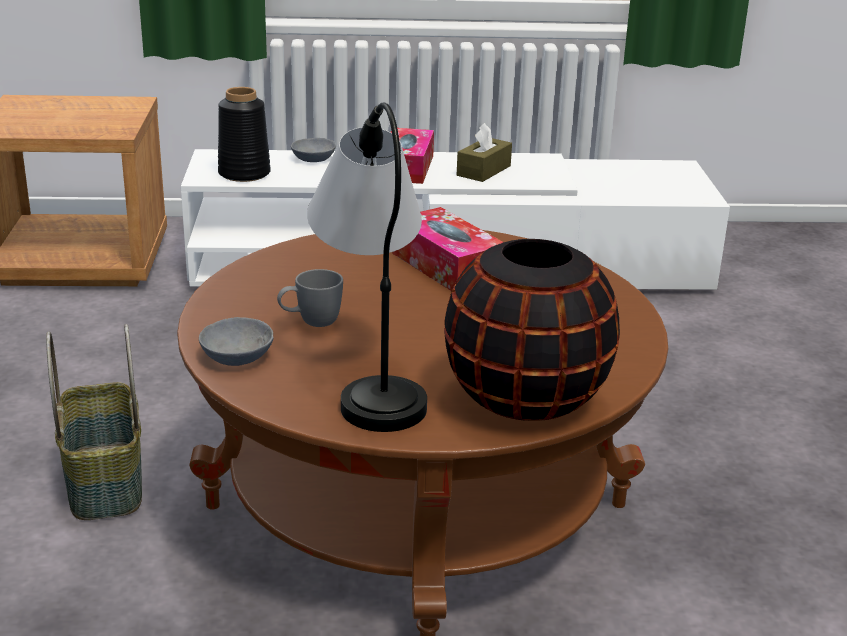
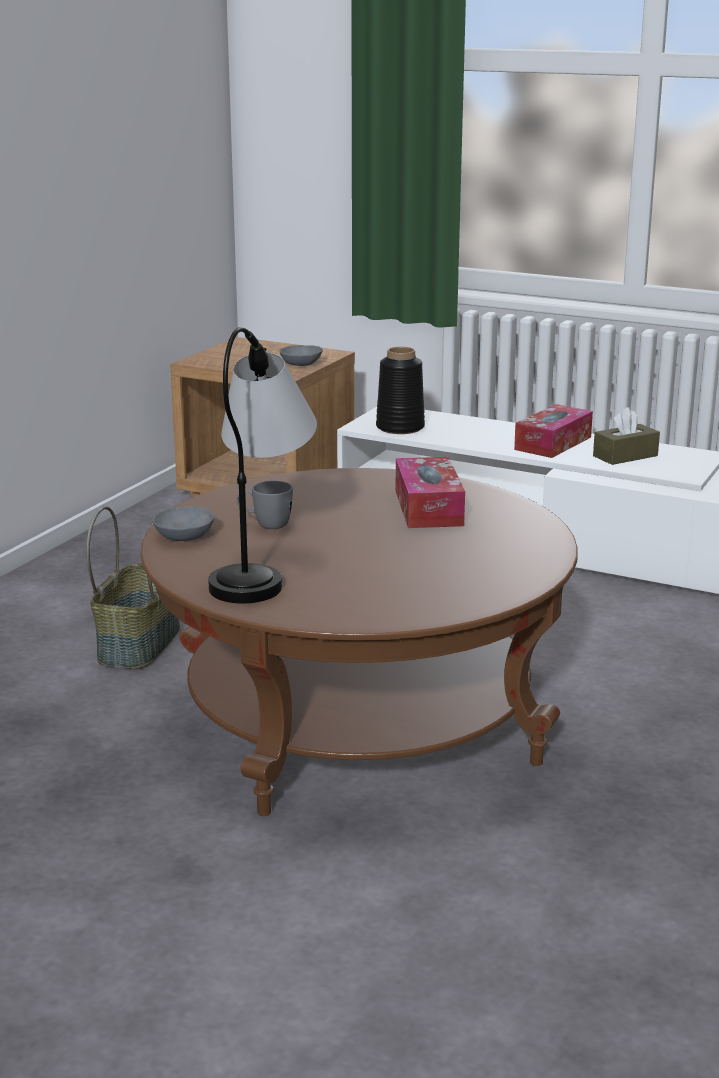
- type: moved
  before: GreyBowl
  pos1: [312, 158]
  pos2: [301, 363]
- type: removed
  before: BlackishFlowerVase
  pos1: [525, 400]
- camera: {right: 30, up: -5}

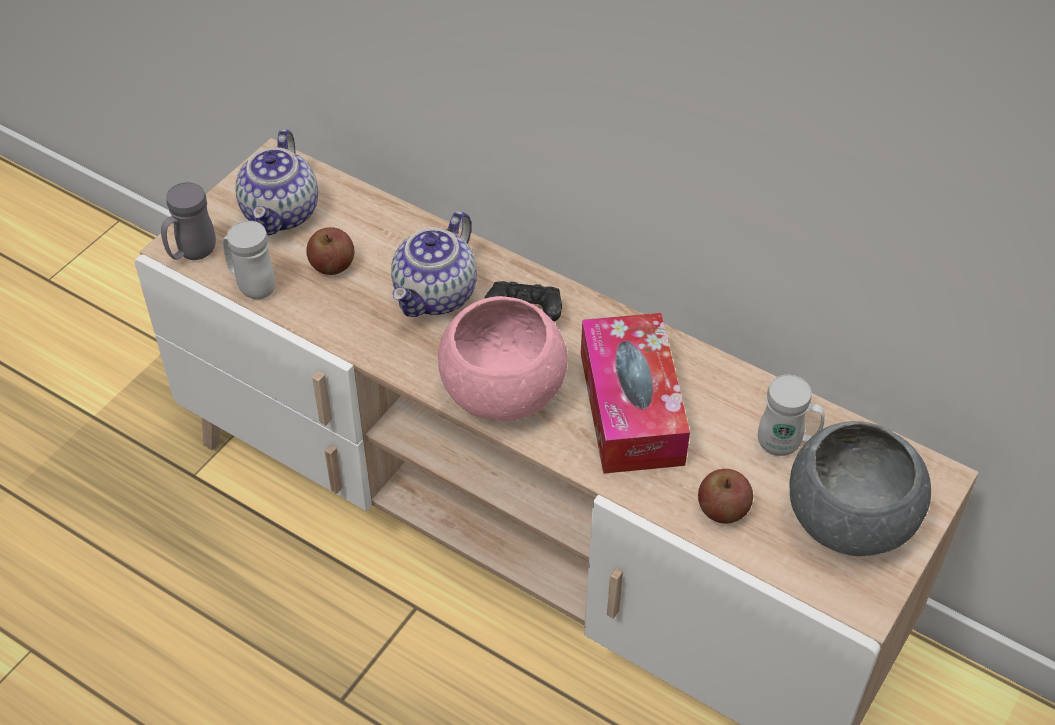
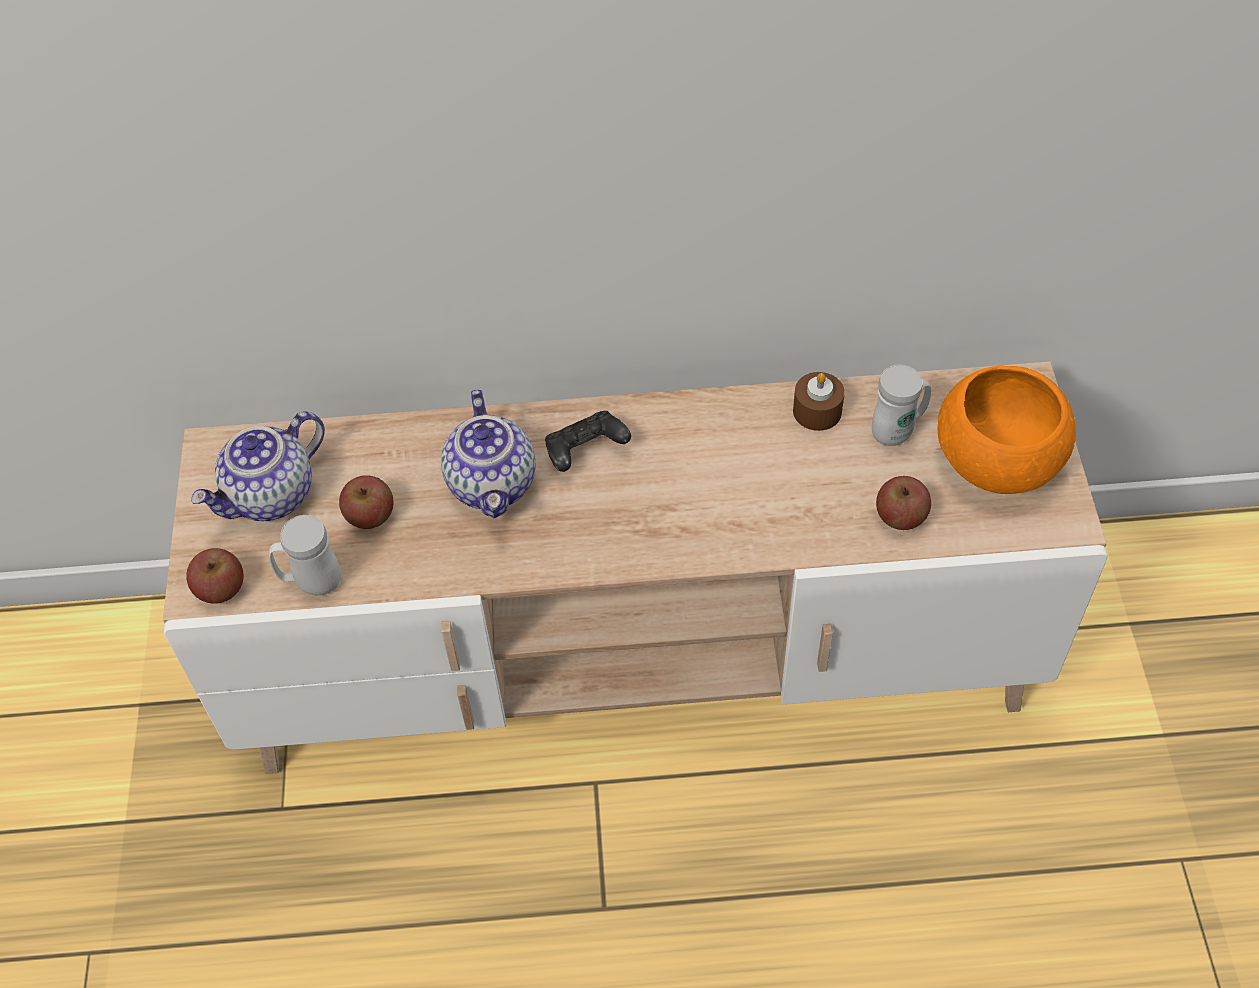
- type: replaced
  before: GreyTeaMug
  after: WholeApple
  pos1: [192, 254]
  pos2: [221, 588]
- type: turned
  before: PotForTea
  pos1: [282, 213]
  pos2: [271, 495]
  turn: 75
- type: added
  after: BrownWaxLight
  pos2: [817, 411]
- type: recoloured
  before: GreyBowl
  after: OrangeColouredBowl
  pos1: [848, 519]
  pos2: [996, 461]
- type: removed
  before: PinkishBowl
  pos1: [502, 390]
- type: removed
  before: TissueHolder
  pos1: [631, 408]
- camera: {right: -35, up: 5}

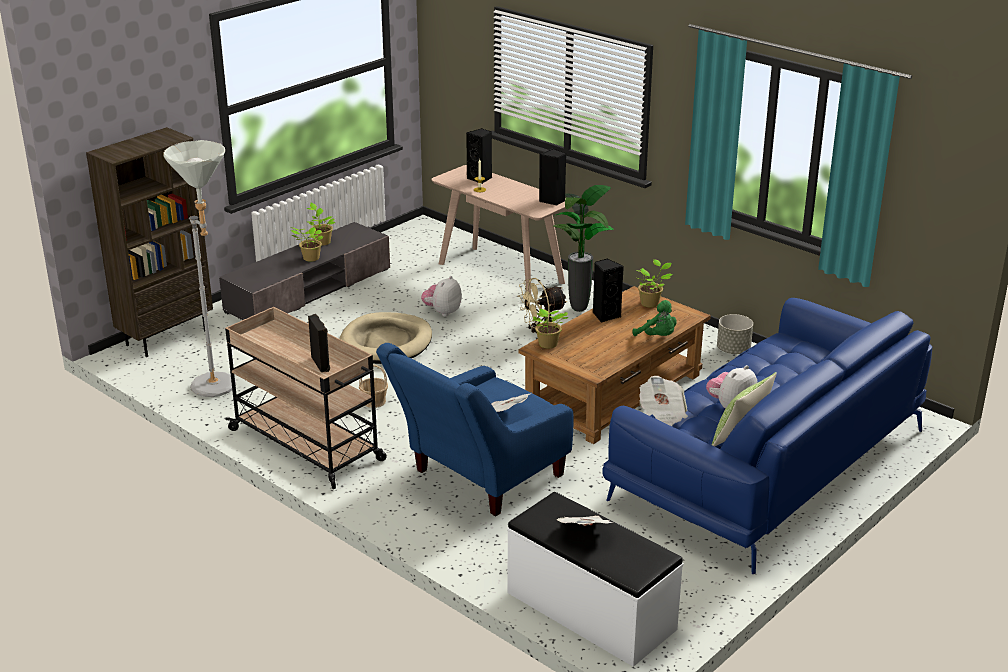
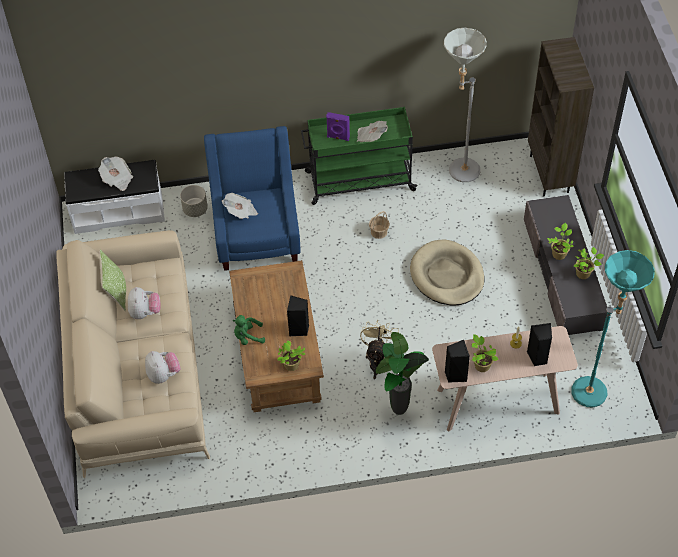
- type: recoloured
  before: BlueColouredSofa
  after: BeigeSofa
  pos1: [767, 465]
  pos2: [137, 368]
- type: moved
  before: PlushToy
  pos1: [442, 312]
  pos2: [163, 375]
- type: moved
  before: GreyPlantPot
  pos1: [733, 350]
  pos2: [195, 210]
- type: recoloured
  before: BeigeTrolley
  after: GreenishTrolley
  pos1: [307, 446]
  pos2: [358, 181]
- type: recoloured
  before: BlackishSpeaker
  after: PurpleSpeaker
  pos1: [321, 363]
  pos2: [338, 137]
- type: moved
  before: Newspaper
  pos1: [662, 414]
  pos2: [371, 137]
- type: moved
  before: PlantInAPot
  pos1: [547, 345]
  pos2: [481, 365]
- type: added
  after: BlueGreenFloorLamp
  pos2: [595, 389]
- camera: {right: 130, up: 25}

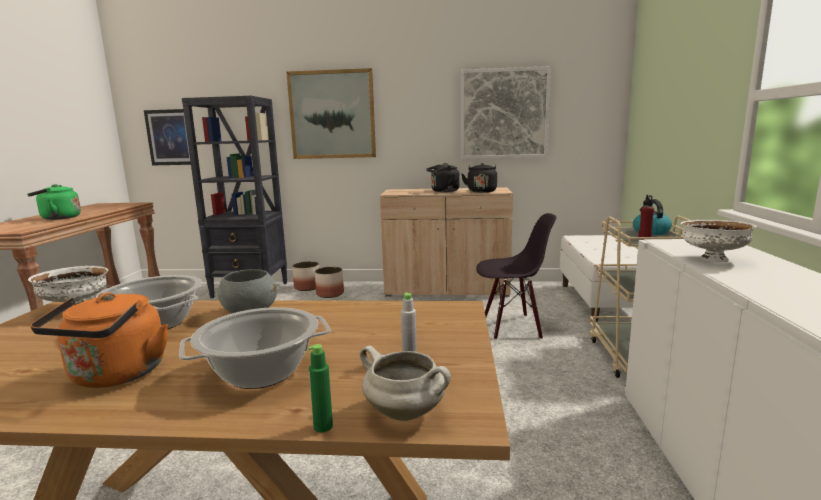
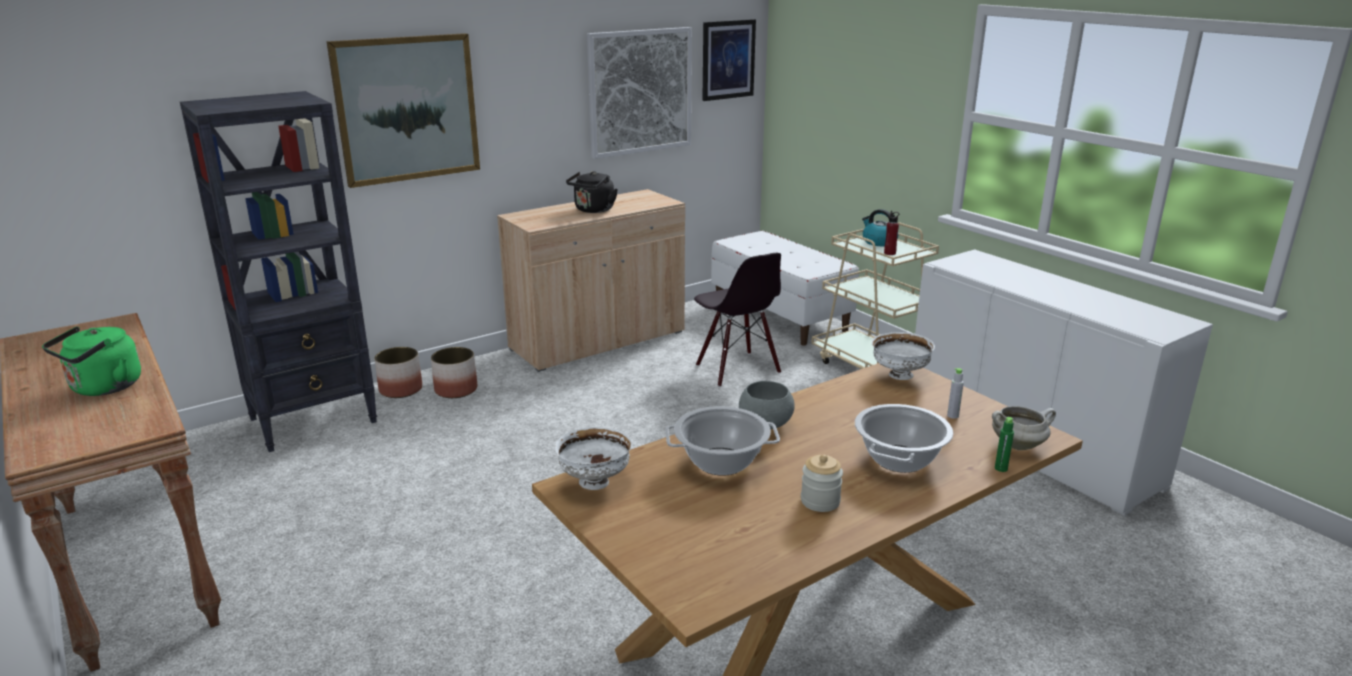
- type: turned
  before: BlackishPlainChair
  pos1: [511, 327]
  pos2: [737, 369]
  turn: 105
- type: moved
  before: WallPicture
  pos1: [170, 137]
  pos2: [728, 59]
- type: replaced
  before: OrangeColouredWaterKettle
  after: StorageJar
  pos1: [115, 376]
  pos2: [820, 501]
- type: moved
  before: WhiteBowl
  pos1: [712, 259]
  pos2: [899, 375]
- type: removed
  before: BlackishWaterKettle
  pos1: [481, 191]
- camera: {right: -40, up: 10}

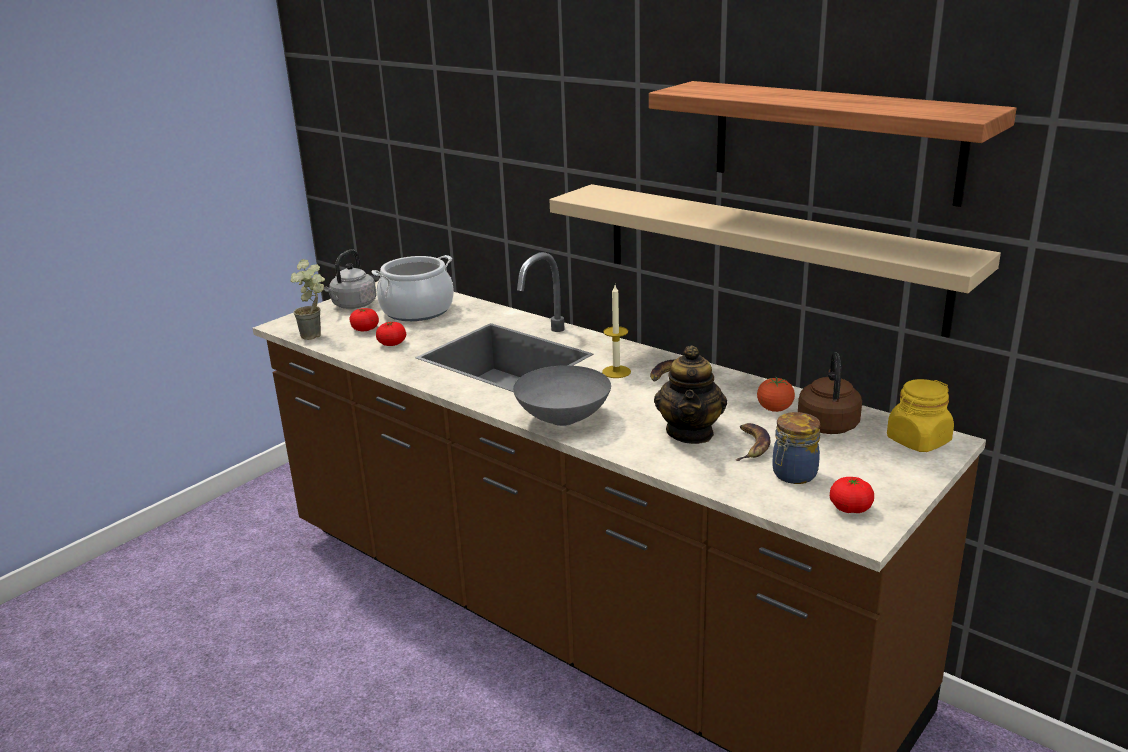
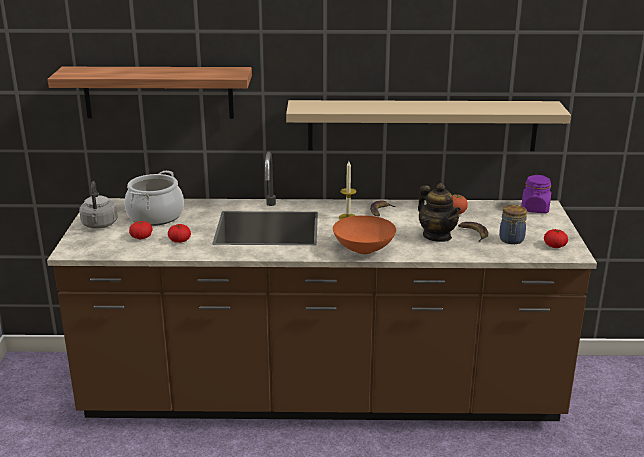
- type: moved
  before: WallShelf
  pos1: [834, 140]
  pos2: [158, 92]
- type: recoloured
  before: GreyBowl
  after: OrangeColouredBowl
  pos1: [562, 419]
  pos2: [364, 250]
- type: recoloured
  before: YellowStorageJar
  after: PurpleStorageJar
  pos1: [918, 441]
  pos2: [535, 209]
- type: removed
  before: PlantInAPot
  pos1: [317, 336]
- type: removed
  before: BrownWaterKettle
  pos1: [827, 423]
- camera: {right: -40, up: 0}

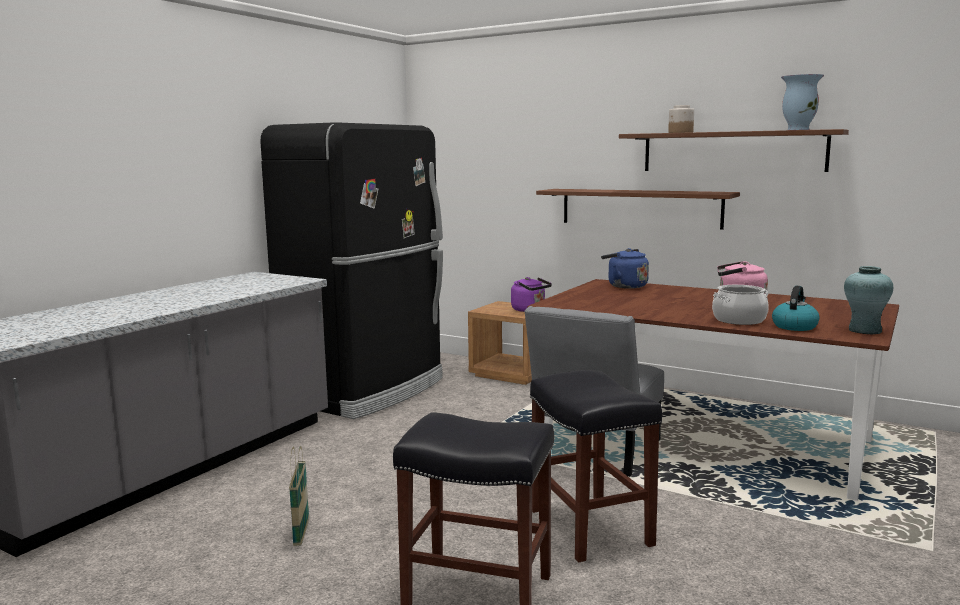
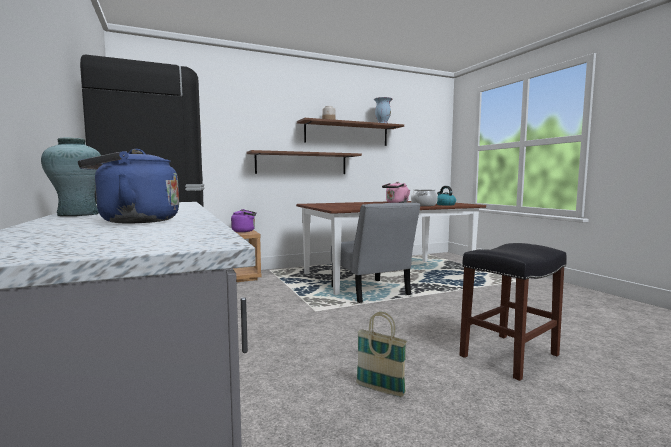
- type: moved
  before: BlueGreenFlowerVase
  pos1: [864, 330]
  pos2: [78, 214]
- type: moved
  before: BlueColouredWaterKettle
  pos1: [625, 286]
  pos2: [134, 221]
- type: removed
  before: BlackishStoolSeat
  pos1: [591, 528]
- camera: {right: -55, up: -5}

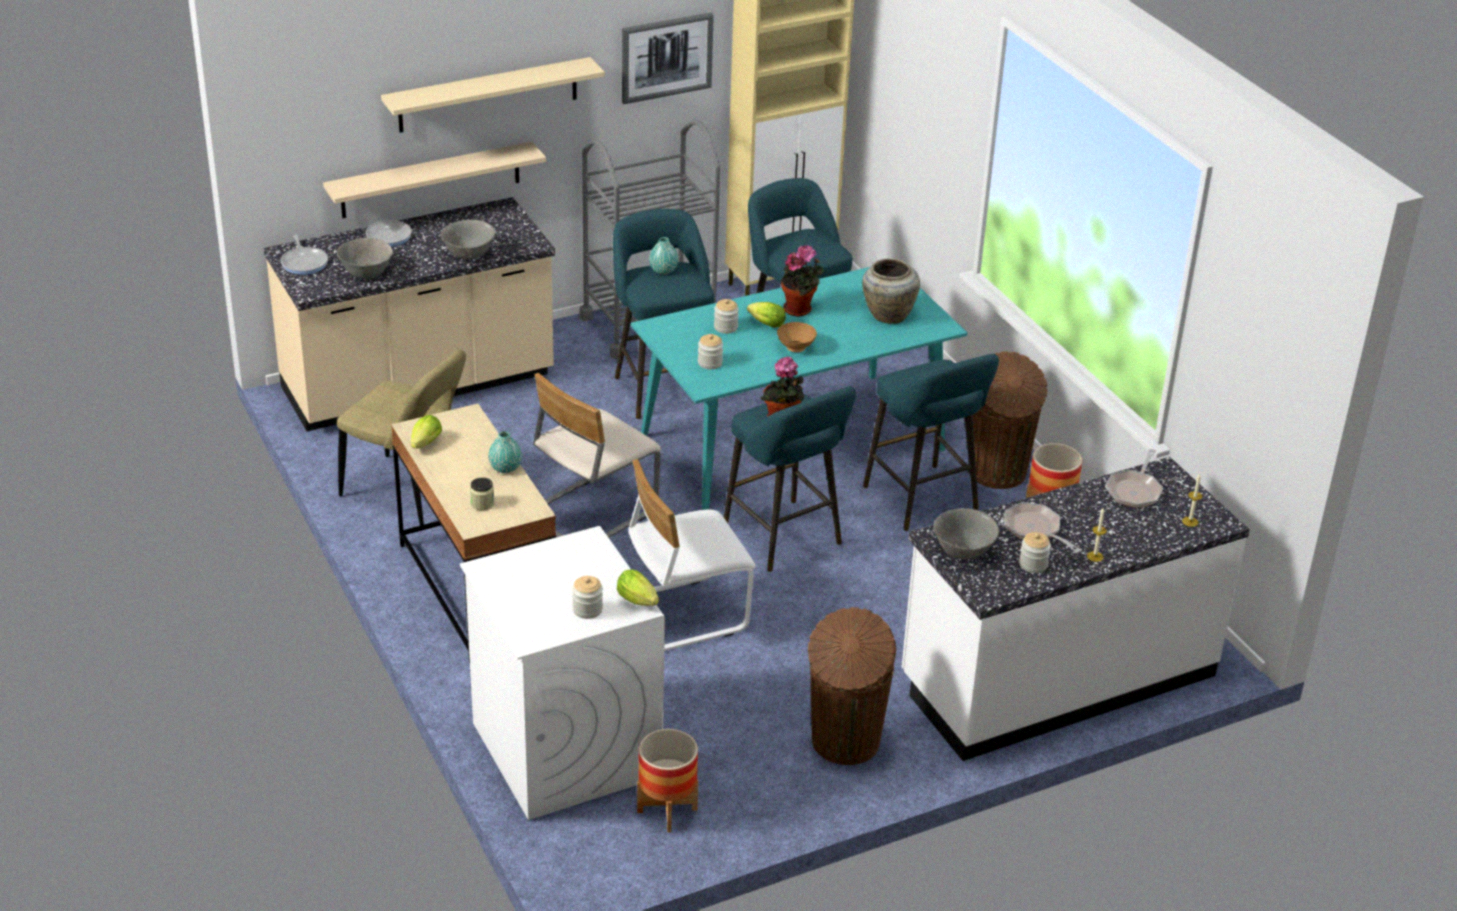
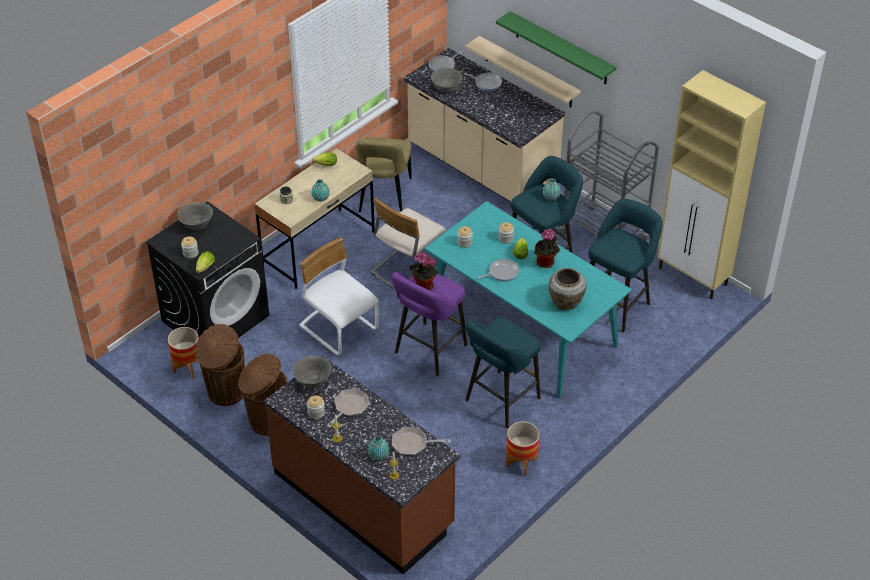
- type: recoloured
  before: WhiteLaundryAppliance
  after: BlackishLaundryAppliance
  pos1: [565, 749]
  pos2: [215, 318]
- type: moved
  before: GreyBowl
  pos1: [469, 255]
  pos2: [197, 225]
- type: moved
  before: BrownWasteBin
  pos1: [998, 473]
  pos2: [225, 392]
- type: recoloured
  before: WhiteCounter
  after: BrownCounter
  pos1: [1056, 678]
  pos2: [364, 499]
- type: added
  after: BlueGreenFlowerVase
  pos2: [378, 455]
- type: turned
  before: BeigePlainChair
  pos1: [591, 512]
  pos2: [407, 268]
  turn: -75
- type: recoloured
  before: BlueGreenStoolSeat
  after: PurpleStoolSeat
  pos1: [785, 539]
  pos2: [428, 351]
- type: replaced
  before: BrownBowl
  after: FryingPan
  pos1: [795, 349]
  pos2: [501, 272]
- type: recoloured
  before: BeigeWallShelf
  after: GreenishWallShelf
  pos1: [488, 95]
  pos2: [561, 49]
- type: removed
  before: WallPicture
  pos1: [666, 57]
- camera: {right: 70, up: 10}

